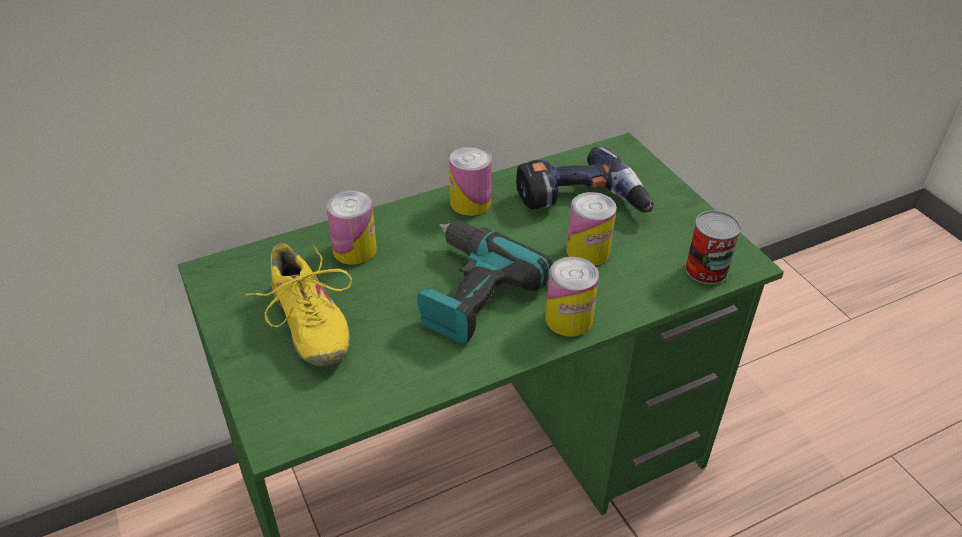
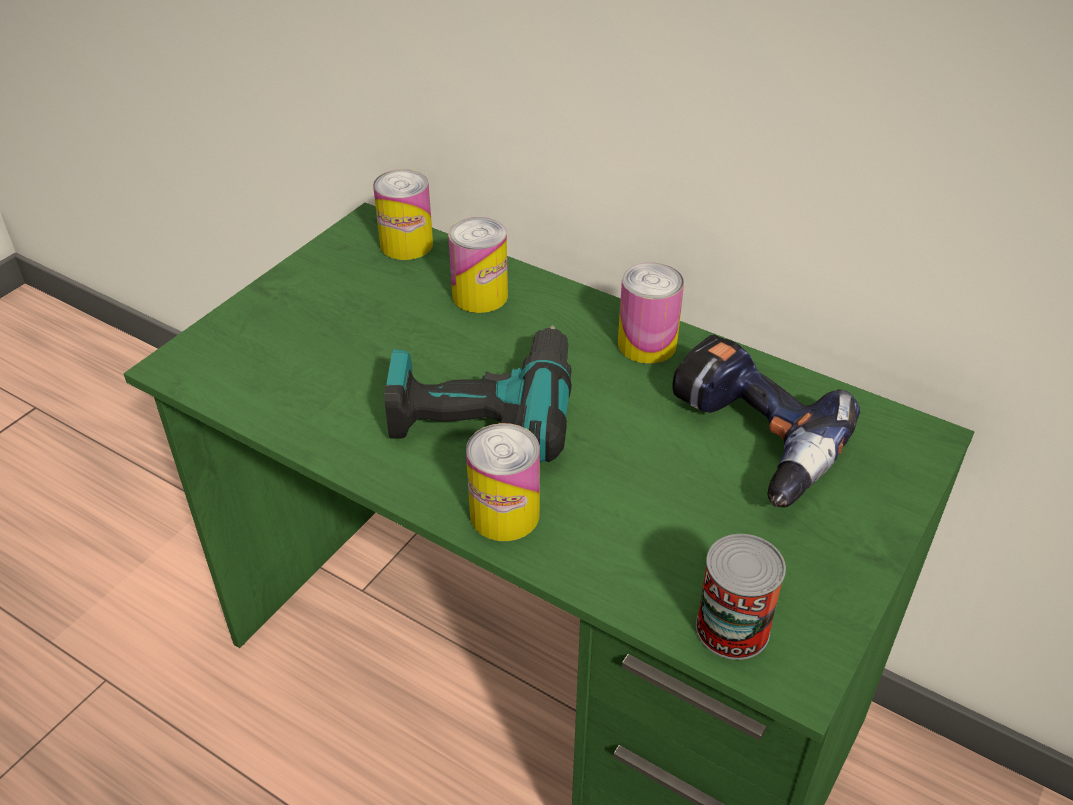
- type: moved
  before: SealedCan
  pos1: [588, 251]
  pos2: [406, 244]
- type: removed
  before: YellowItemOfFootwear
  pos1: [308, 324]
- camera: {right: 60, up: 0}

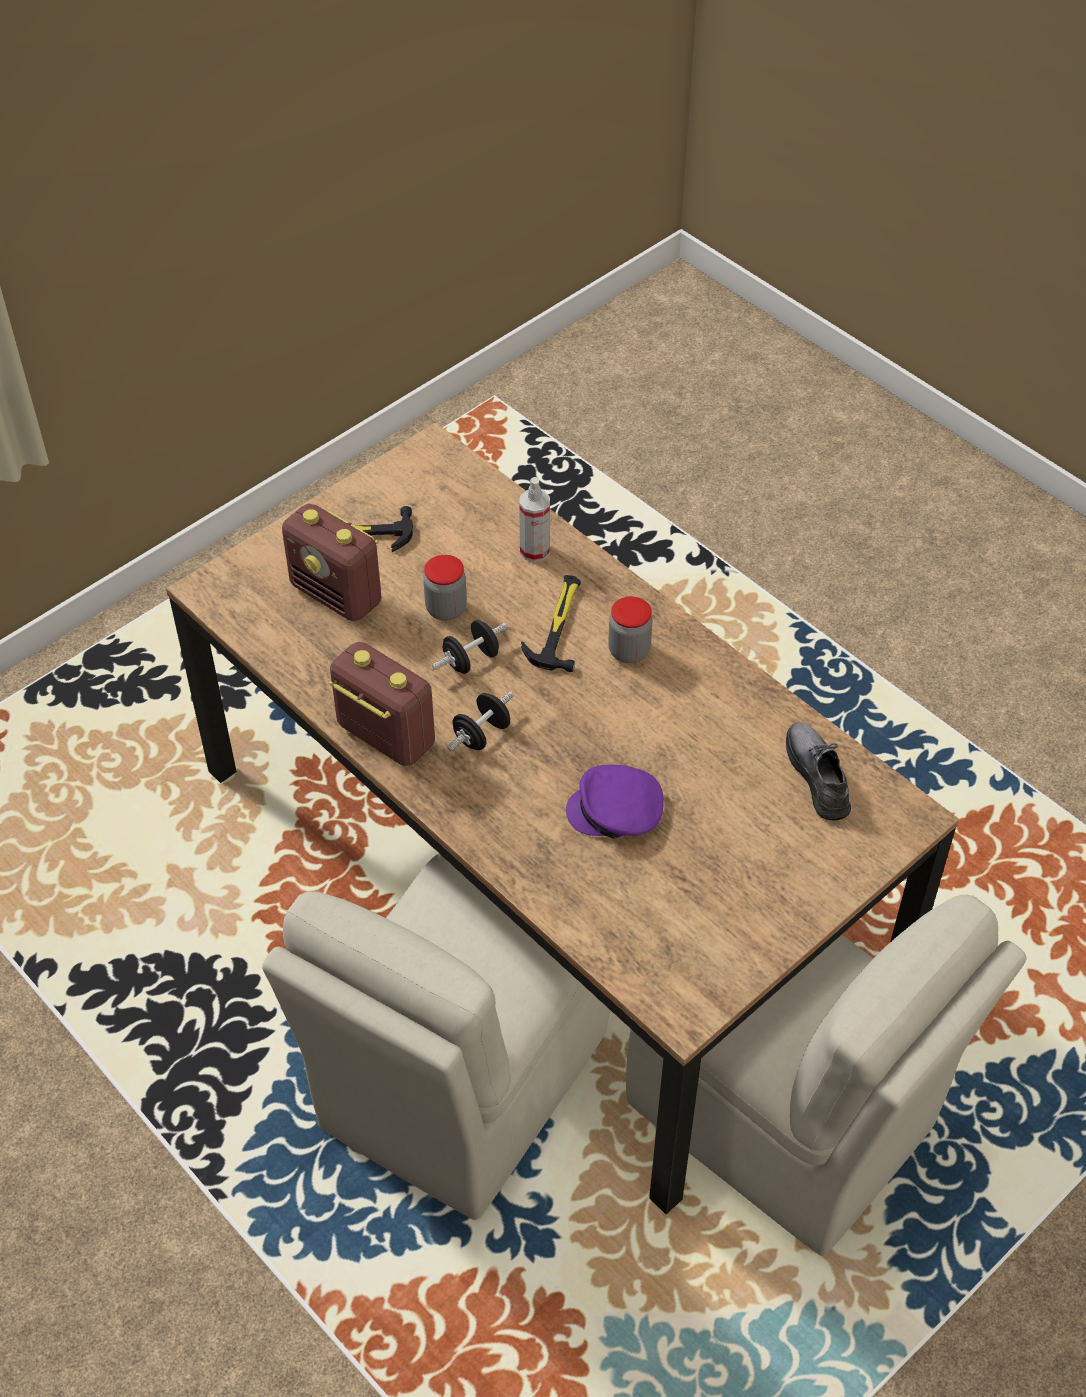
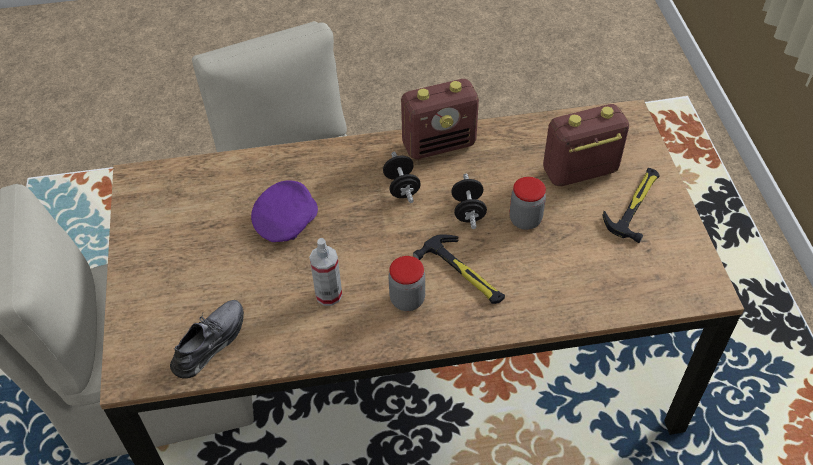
- type: turned
  before: GreyItemOfFootwear
  pos1: [818, 776]
  pos2: [210, 342]
  turn: -75
- type: moved
  before: HandSprayer
  pos1: [535, 551]
  pos2: [328, 295]
- camera: {right: 125, up: 0}

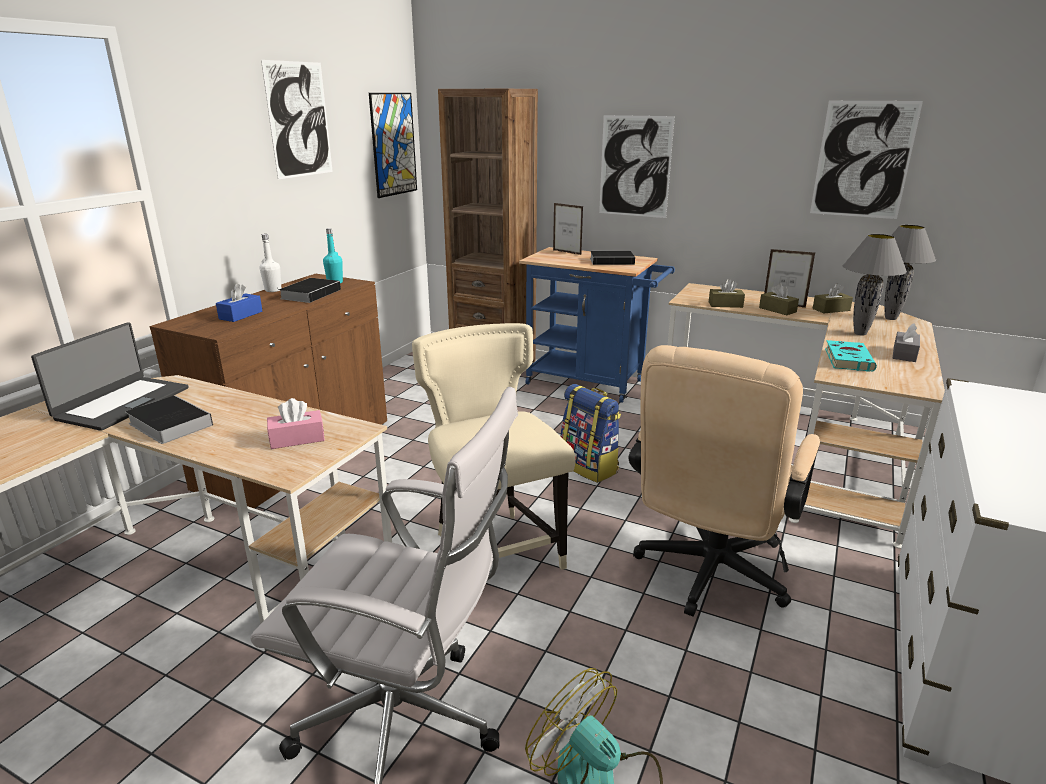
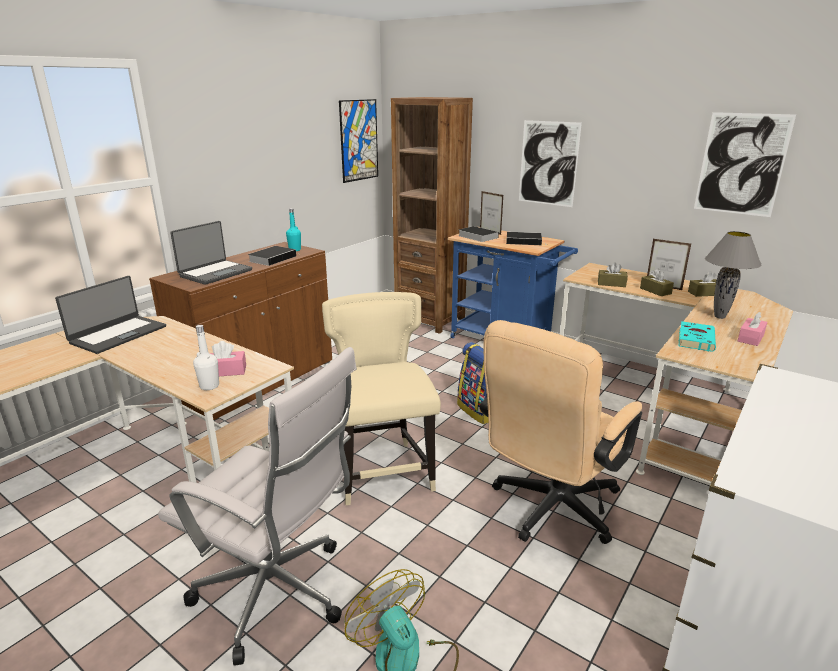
- type: replaced
  before: BlueColouredTissueHolder
  after: NotebookComputer
  pos1: [241, 315]
  pos2: [215, 273]
- type: moved
  before: WhiteBeverageBottle
  pos1: [273, 290]
  pos2: [209, 386]
- type: moved
  before: Volume
  pos1: [168, 423]
  pos2: [476, 236]
- type: recoloured
  before: GreyTissueHolder
  after: PinkishTissueHolder
  pos1: [904, 354]
  pos2: [750, 338]
- type: removed
  before: WallPicture
  pos1: [299, 120]
- type: removed
  before: GreyTabletopLamp
  pos1: [890, 318]
- camera: {right: 10, up: 0}

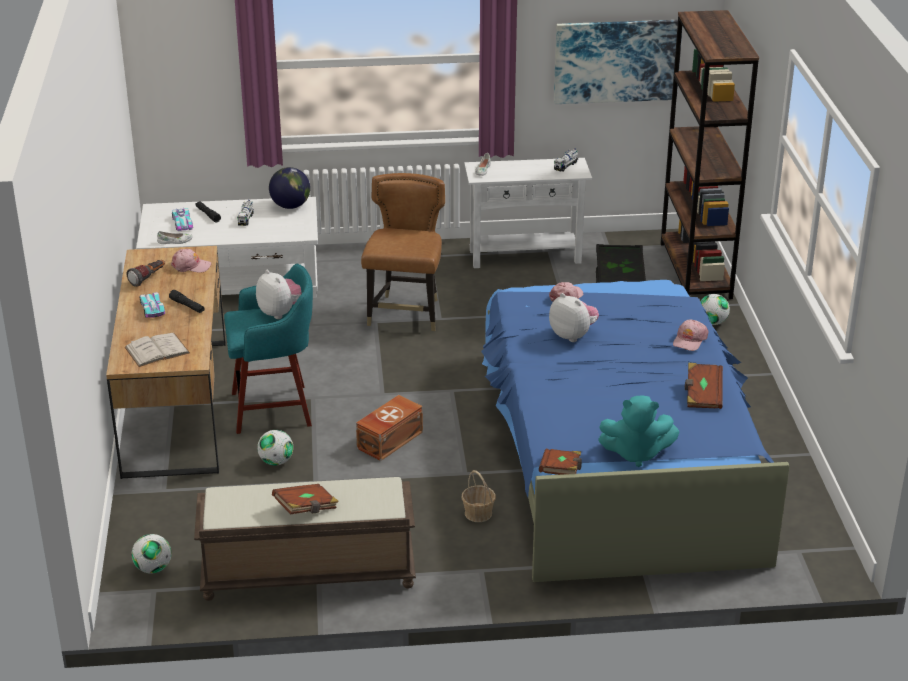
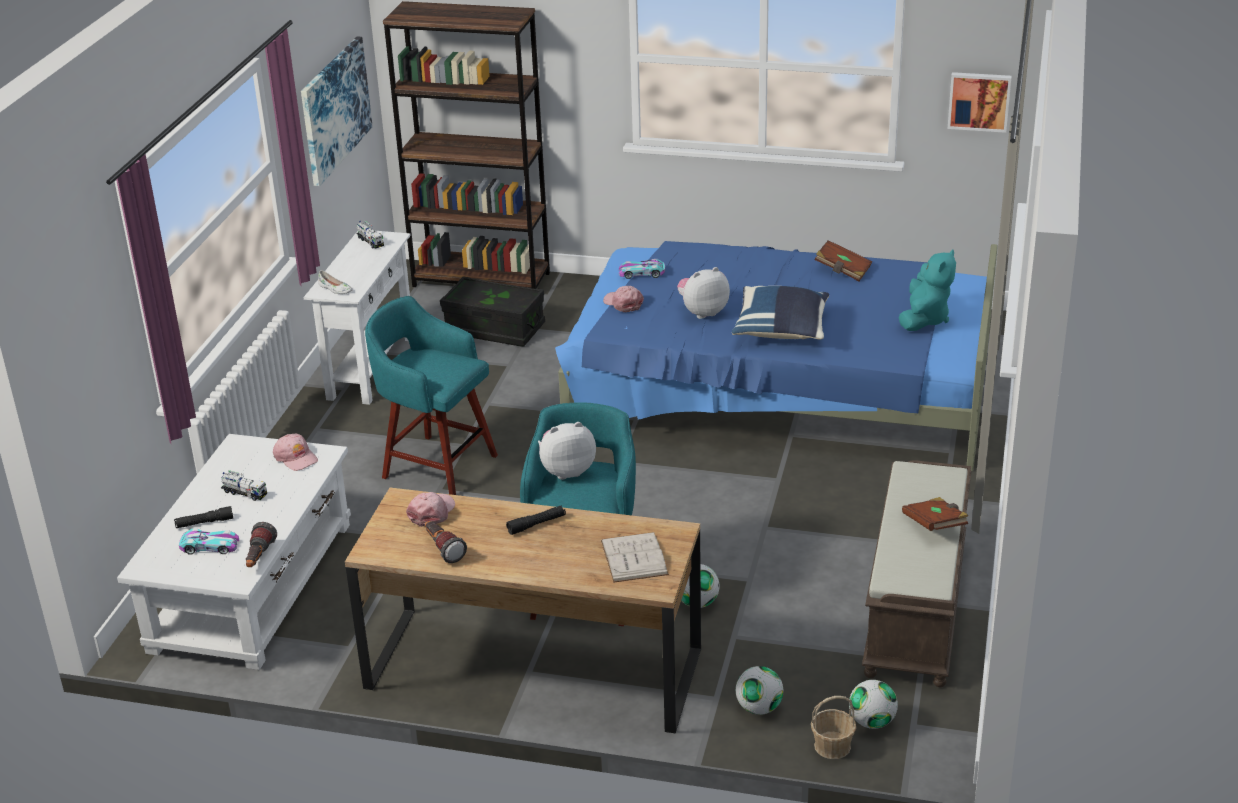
- type: replaced
  before: WhiteItemOfFootwear
  after: Flashlight
  pos1: [175, 241]
  pos2: [259, 558]
- type: moved
  before: PinkishPeakedCap
  pos1: [689, 340]
  pos2: [296, 457]
- type: replaced
  before: BrownPlainChair
  after: BlueGreenStoolSeat
  pos1: [406, 313]
  pos2: [437, 465]
- type: moved
  before: ToyCar
  pos1: [152, 308]
  pos2: [642, 273]
- type: added
  after: BlueColouredCushion
  pos2: [781, 330]
- type: moved
  before: BallForFootball
  pos1: [712, 322]
  pos2: [759, 708]
- type: moved
  before: Basket
  pos1: [478, 513]
  pos2: [832, 746]
- type: added
  after: WallPicture
  pos2: [979, 101]
- type: removed
  before: Globe
  pos1: [290, 206]
- type: removed
  before: BrownStorageBin
  pos1: [388, 440]
- type: removed
  before: BrownVolume
  pos1: [561, 472]
- camera: {right: -70, up: 0}

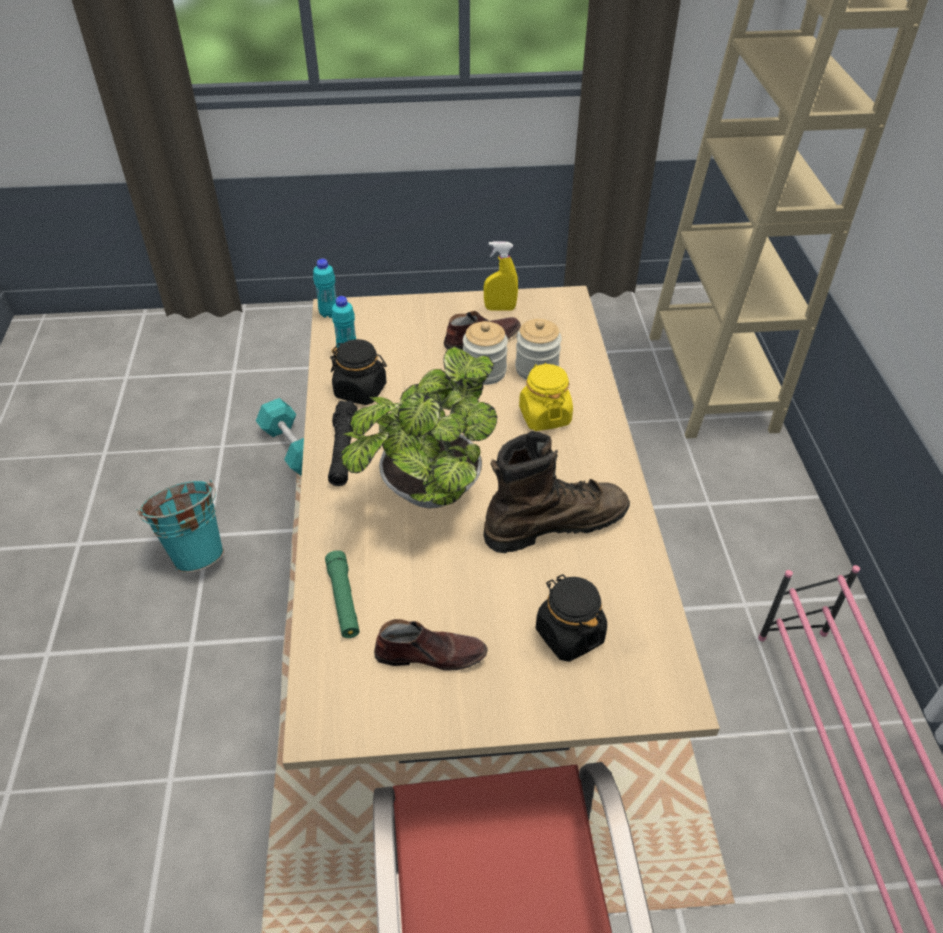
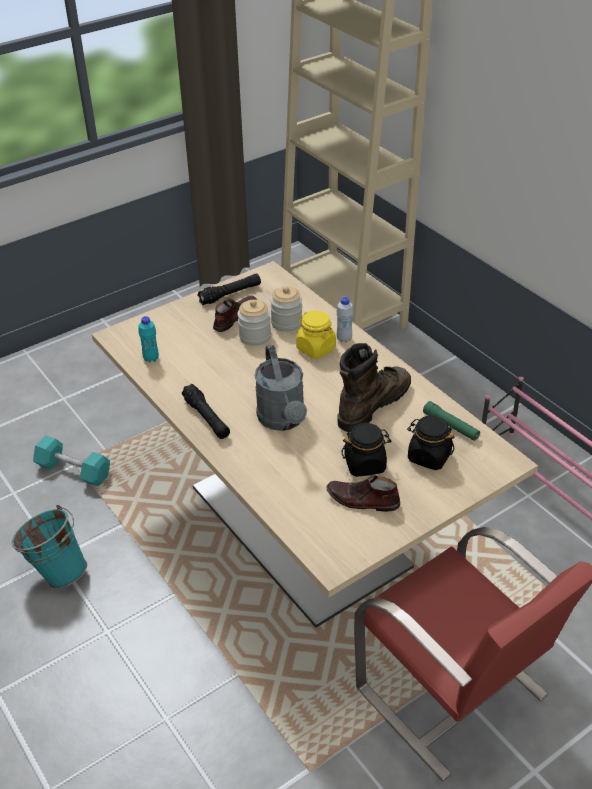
- type: replaced
  before: YellowHandSprayer
  after: BlackishFlashlight
  pos1: [500, 308]
  pos2: [230, 294]
- type: replaced
  before: PlantInAPot
  after: GreyWateringPot
  pos1: [427, 494]
  pos2: [283, 420]
- type: turned
  before: BrownItemOfFootwear
  pos1: [431, 654]
  pos2: [362, 500]
  turn: -135
- type: added
  after: WhiteBeverageBottle
  pos2: [344, 339]
- type: moved
  before: BlackishStorageJar
  pos1: [361, 391]
  pos2: [365, 464]
- type: moved
  before: GreenishFlashlight
  pos1: [343, 600]
  pos2: [451, 426]
- type: removed
  before: BlueGreenBeverageBottle
  pos1: [329, 313]
- camera: {right: -30, up: -5}

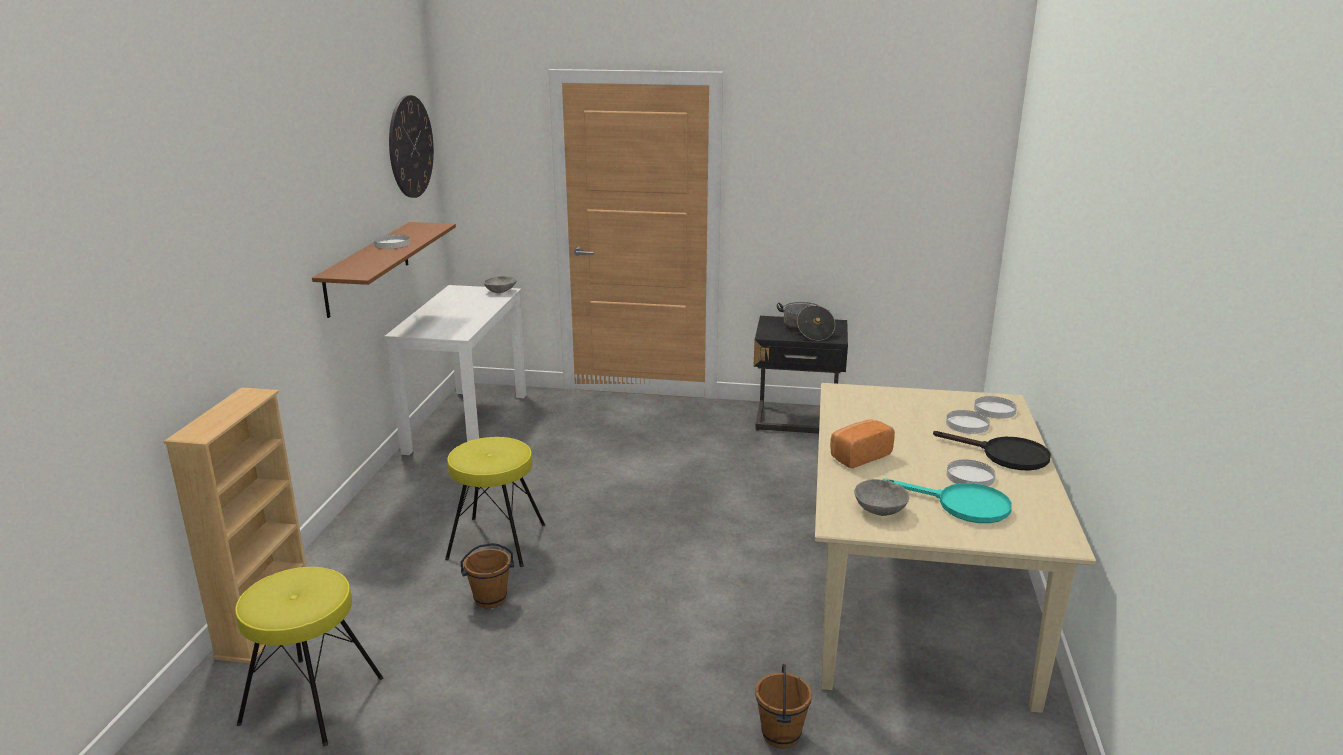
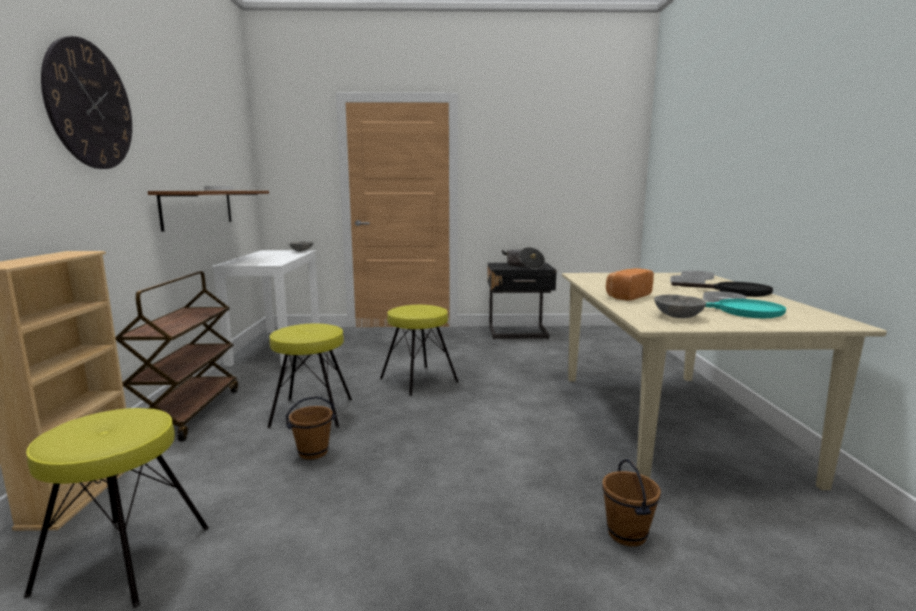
- type: moved
  before: ClockOnTheWall
  pos1: [410, 147]
  pos2: [90, 105]
- type: added
  after: BrownTrolley
  pos2: [189, 413]
- type: added
  after: YellowStoolSeat
  pos2: [419, 380]
- camera: {right: -10, up: -10}

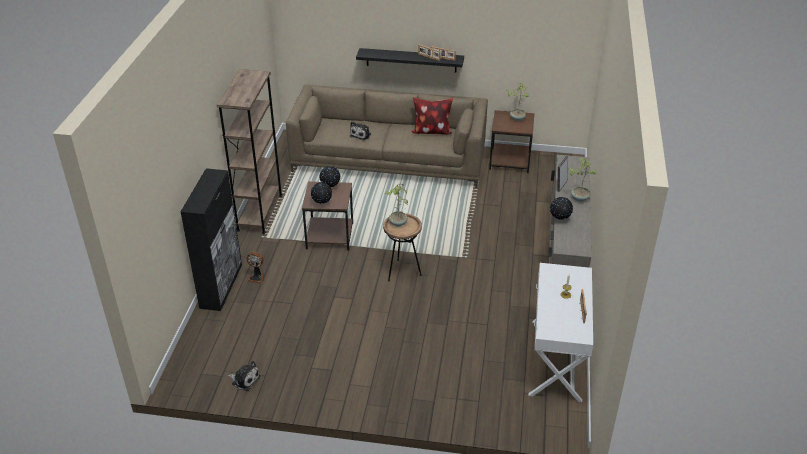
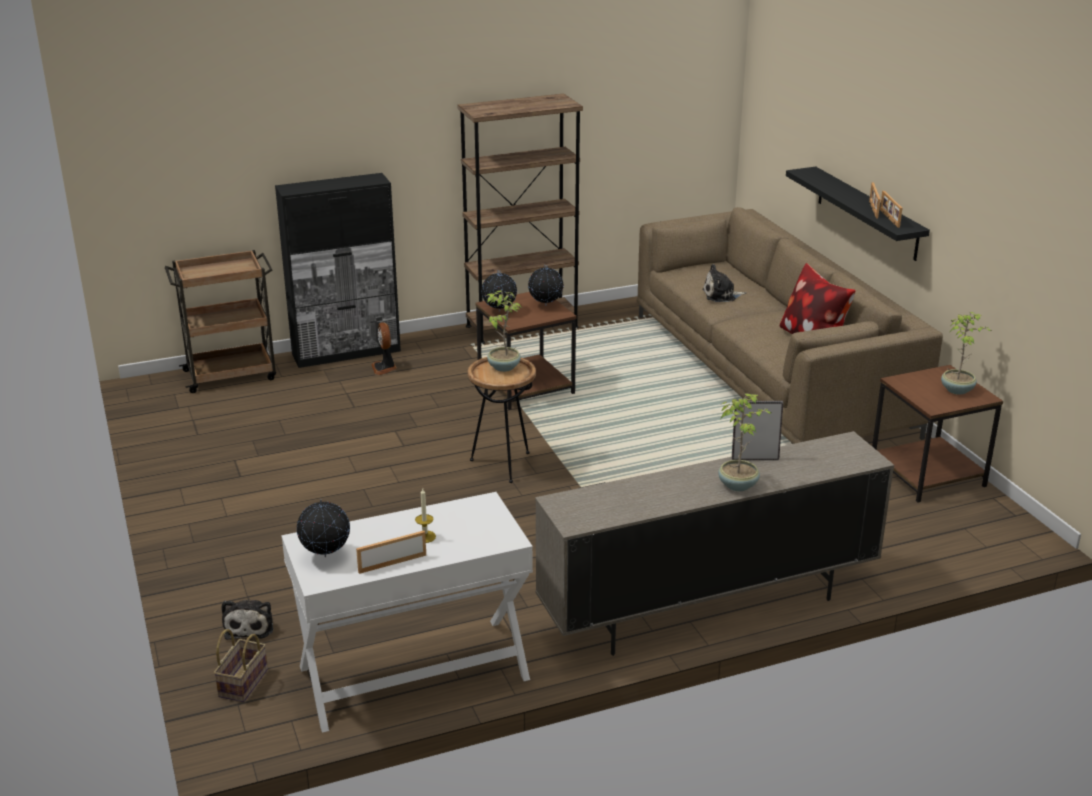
- type: added
  after: BrownTrolley
  pos2: [232, 374]
- type: added
  after: Basket
  pos2: [243, 682]
- type: moved
  before: PlushToy
  pos1: [244, 379]
  pos2: [250, 626]
- type: moved
  before: Globe
  pos1: [559, 219]
  pos2: [326, 556]
- camera: {right: 60, up: -10}

